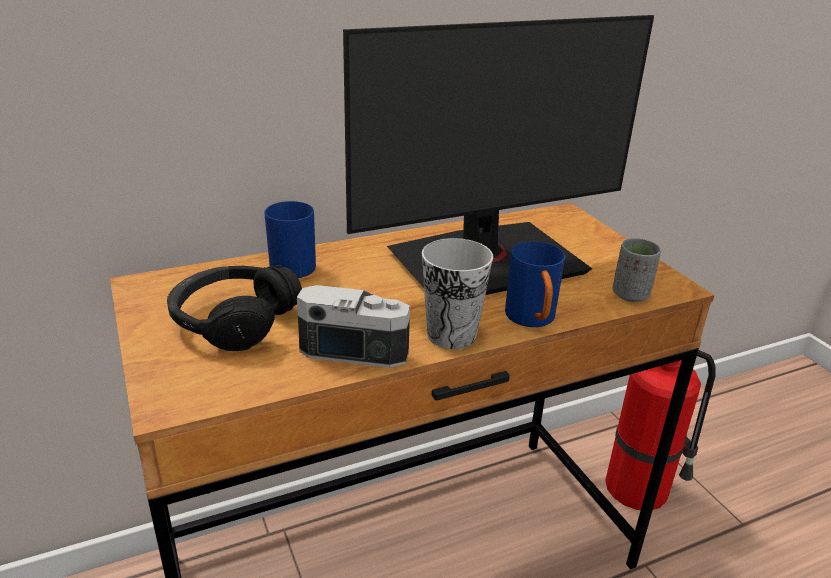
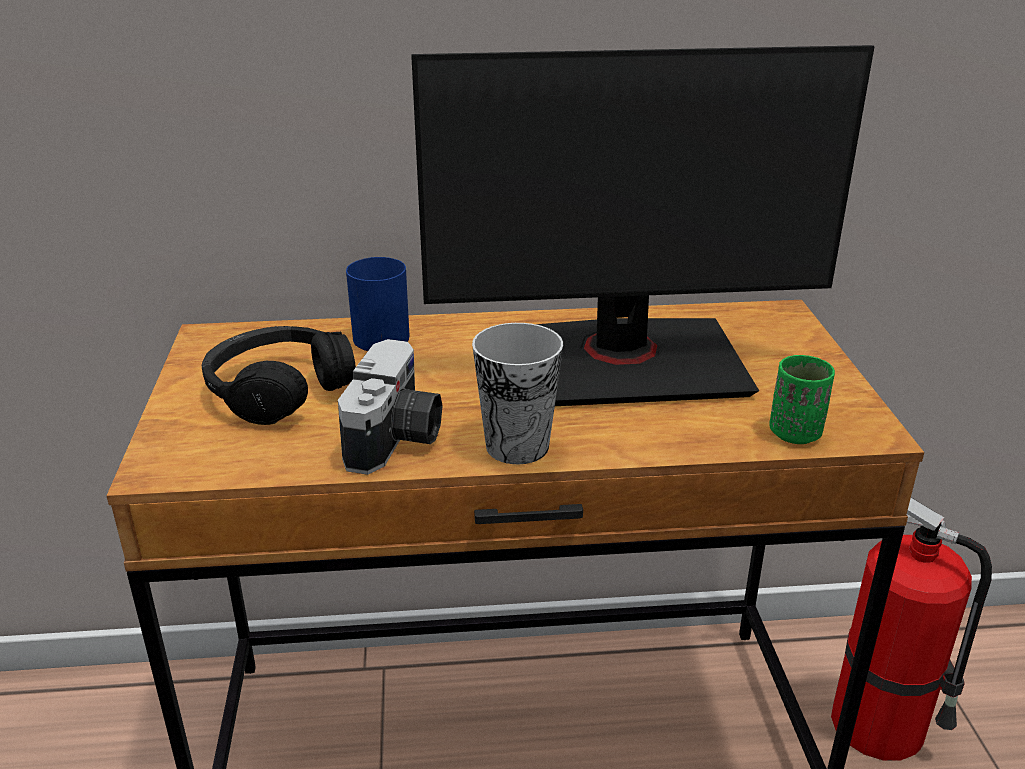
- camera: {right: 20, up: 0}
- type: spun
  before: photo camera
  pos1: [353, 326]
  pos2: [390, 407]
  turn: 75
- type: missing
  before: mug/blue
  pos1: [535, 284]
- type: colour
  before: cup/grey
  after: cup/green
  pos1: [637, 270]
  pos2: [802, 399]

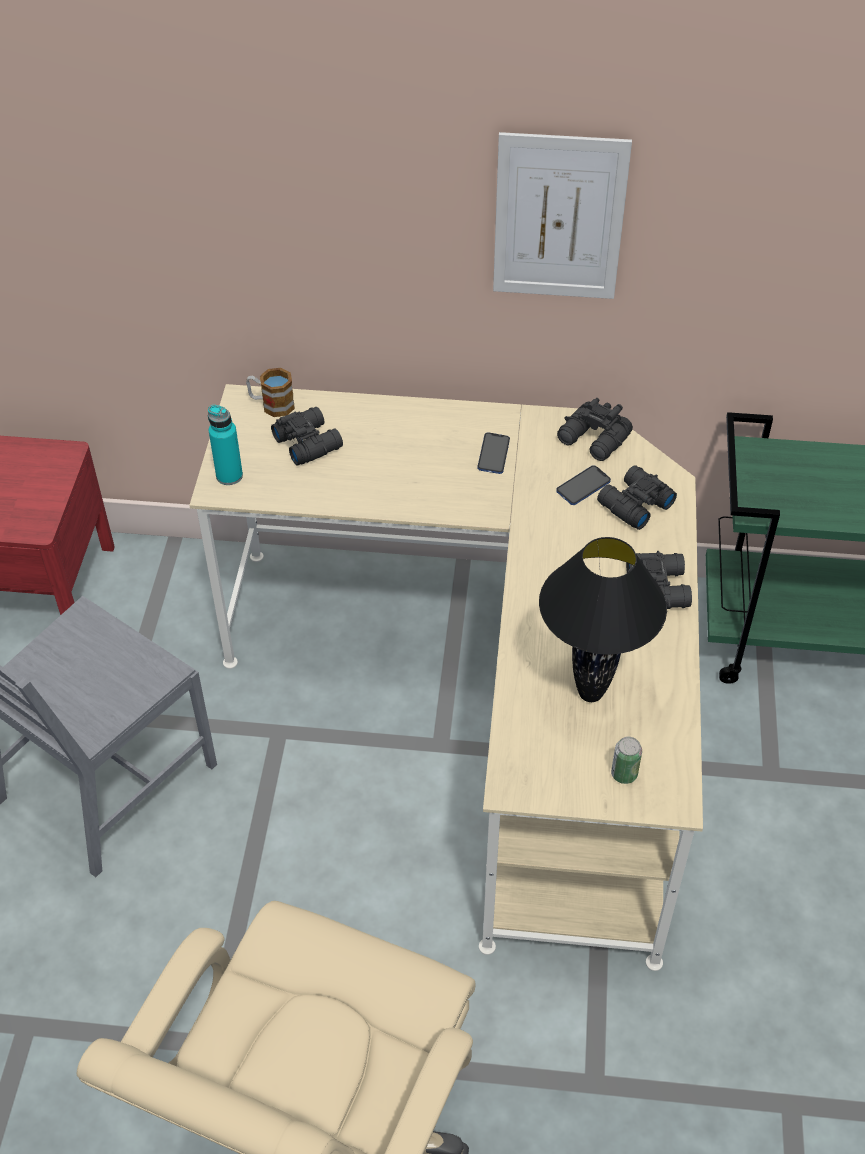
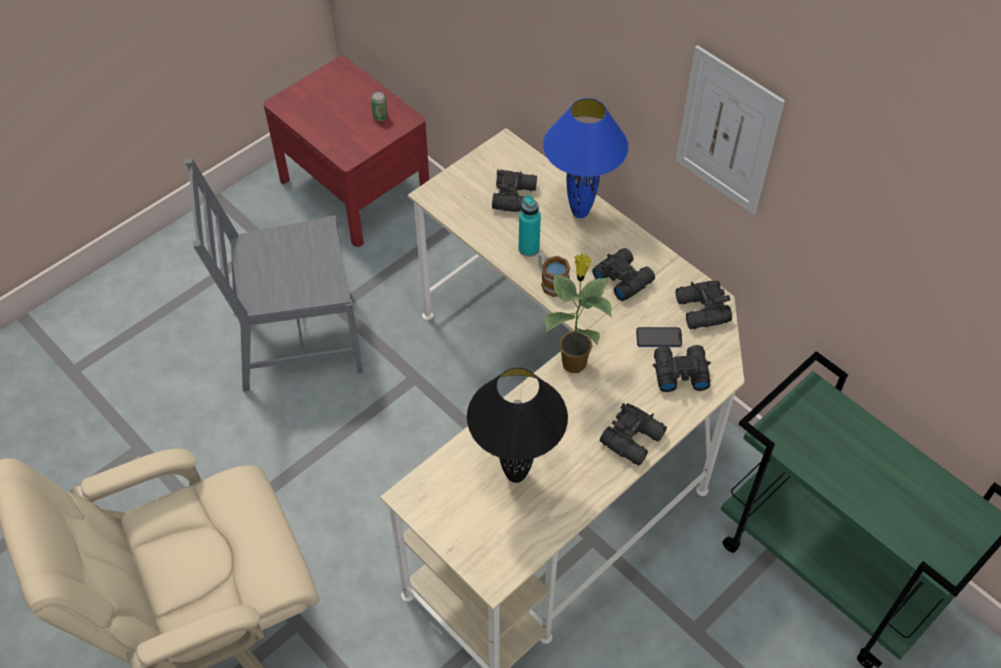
- camera: {right: 40, up: 5}
- type: relocated
  before: bottle/turquoise
  pos1: [225, 445]
  pos2: [529, 226]
- type: relocated
  before: mug
  pos1: [270, 392]
  pos2: [554, 275]
- type: exchanged
  before: phone
  after: binoculars/black
  pos1: [493, 453]
  pos2: [623, 274]
- type: relocated
  before: can
  pos1: [626, 760]
  pos2: [379, 106]
- type: appeared
  after: table lamp/blue
  pos2: [585, 158]
- type: appeared
  after: potted plant
  pos2: [578, 313]

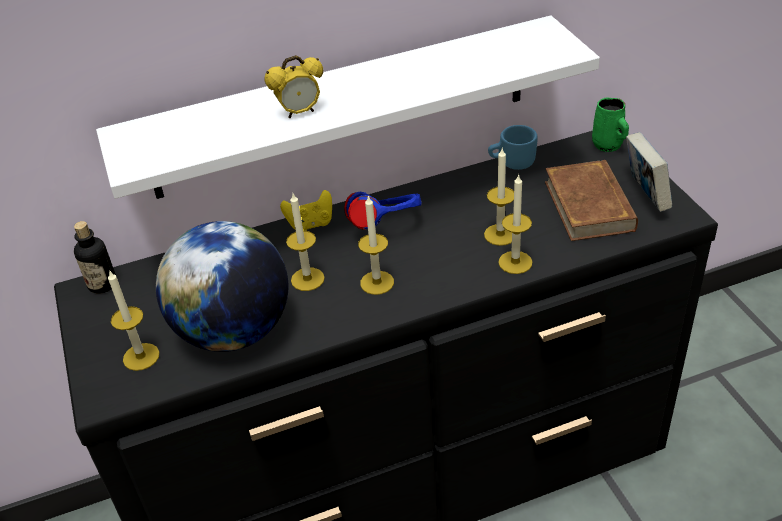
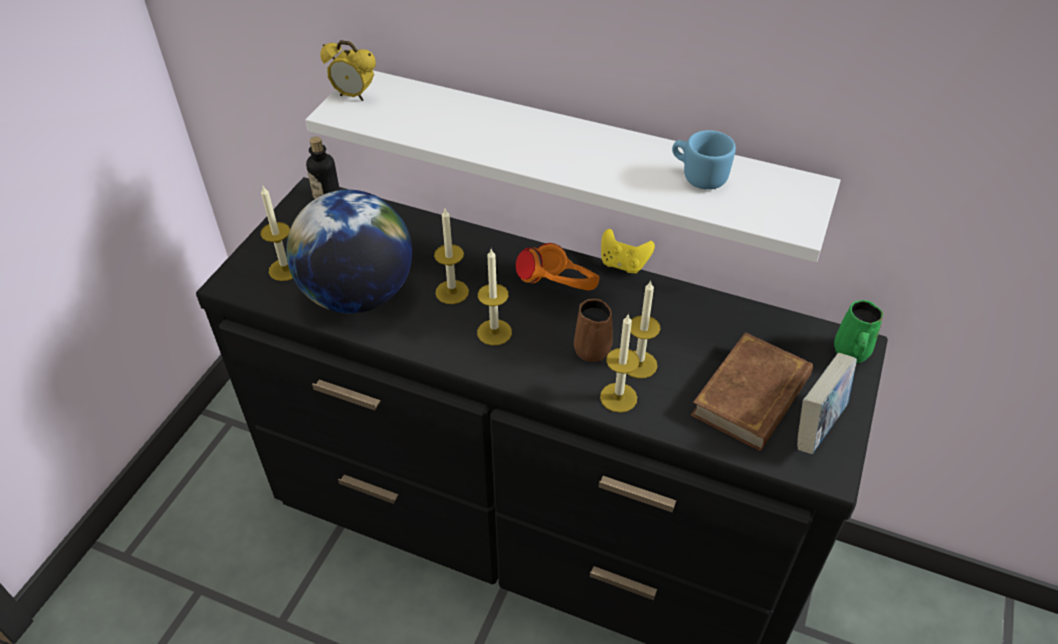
- camera: {right: 40, up: 5}
- type: relocated
  before: alarm clock
  pos1: [293, 86]
  pos2: [348, 70]
- type: relocated
  before: game controller/yellow
  pos1: [306, 210]
  pos2: [628, 251]
- type: colour
  before: headphones/blue
  after: headphones/orange
  pos1: [383, 211]
  pos2: [558, 267]
- type: relocated
  before: mug/blue
  pos1: [513, 147]
  pos2: [704, 160]
- type: appeared
  after: mug/brown
  pos2: [593, 330]

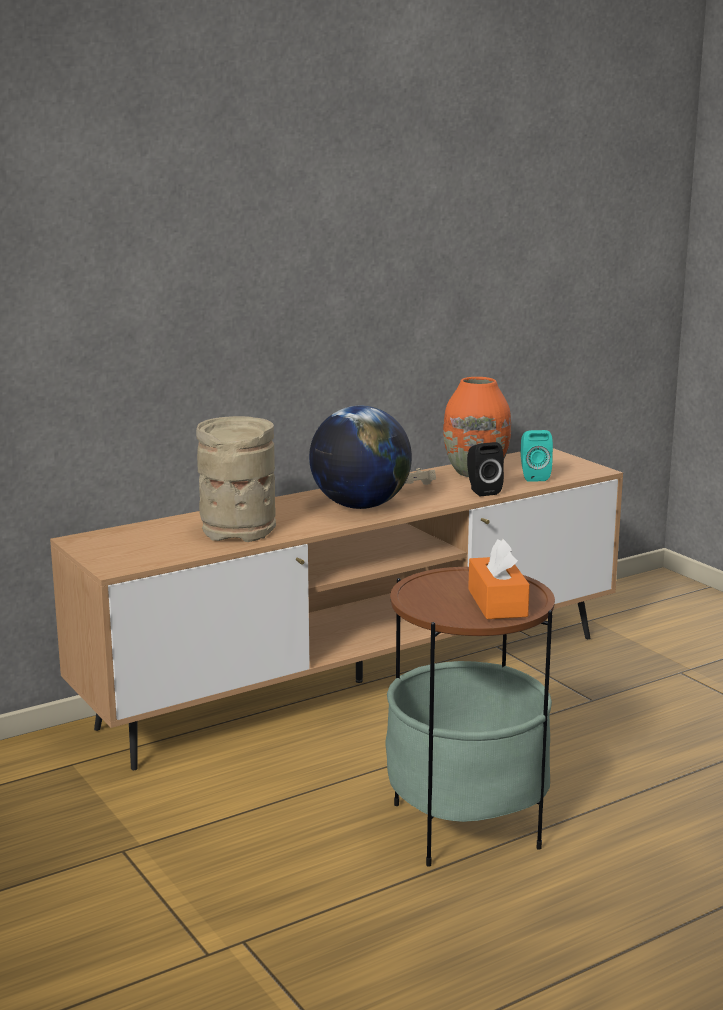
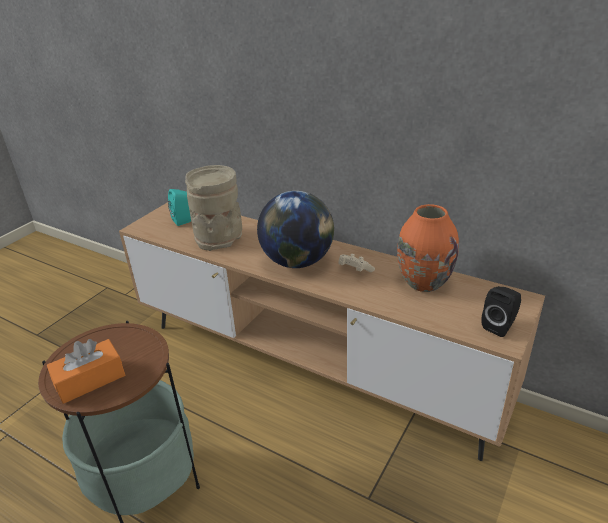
- camera: {right: 65, up: 15}
- type: relocated
  before: speaker/black
  pos1: [485, 469]
  pos2: [501, 311]
- type: relocated
  before: speaker/turquoise
  pos1: [537, 456]
  pos2: [179, 207]

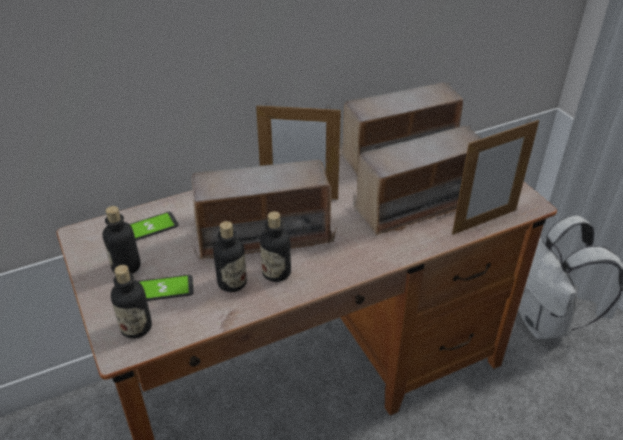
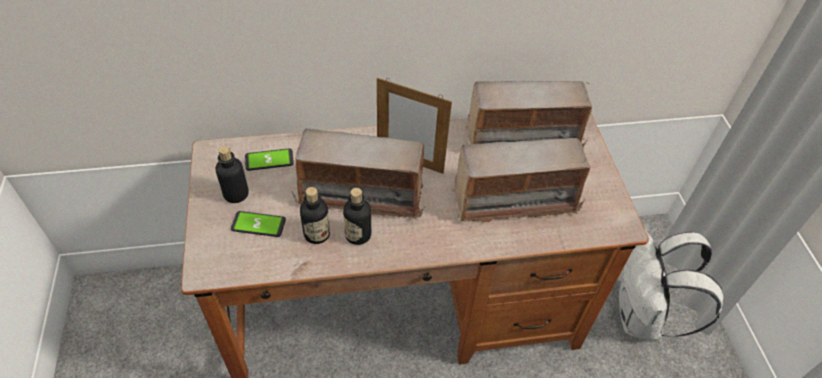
- camera: {right: 15, up: 10}
- type: missing
  before: bottle
  pos1: [131, 302]
- type: missing
  before: picture frame
  pos1: [495, 177]

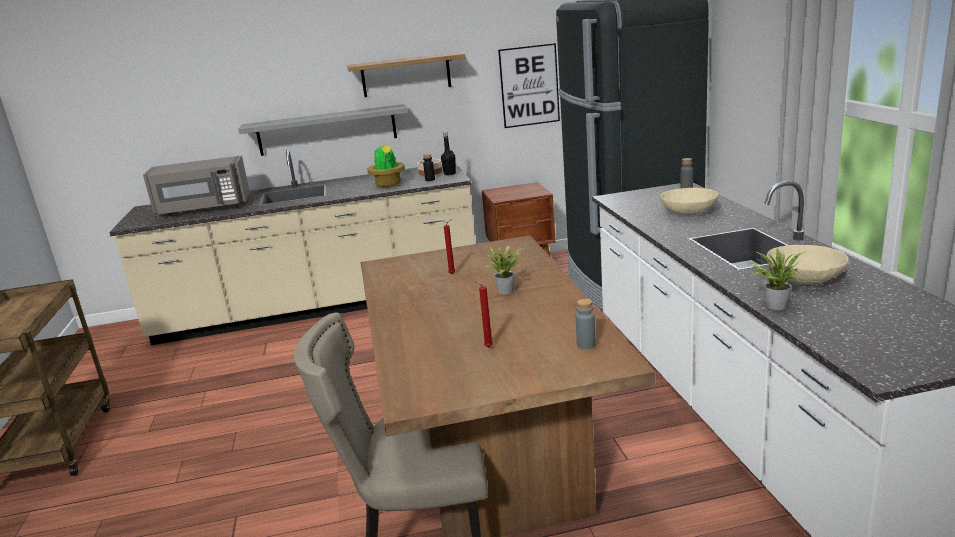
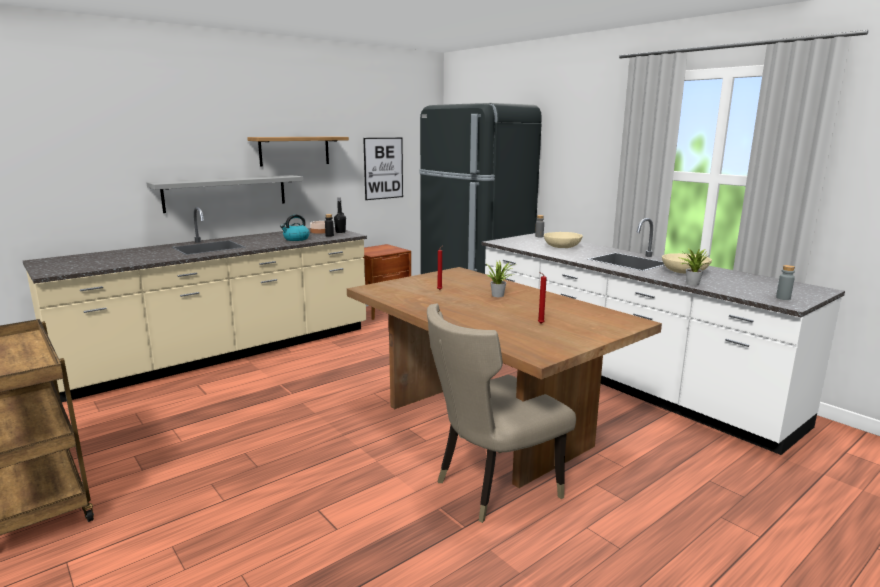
- camera: {right: -30, up: -5}
- type: missing
  before: microwave/grey
  pos1: [196, 185]
- type: exchanged
  before: potted plant
  after: kettle
  pos1: [386, 165]
  pos2: [295, 228]
- type: relocated
  before: bottle/grey
  pos1: [586, 324]
  pos2: [785, 282]

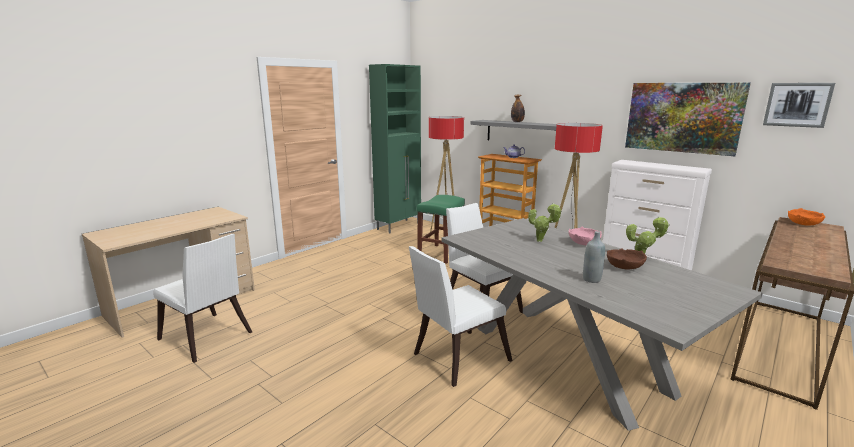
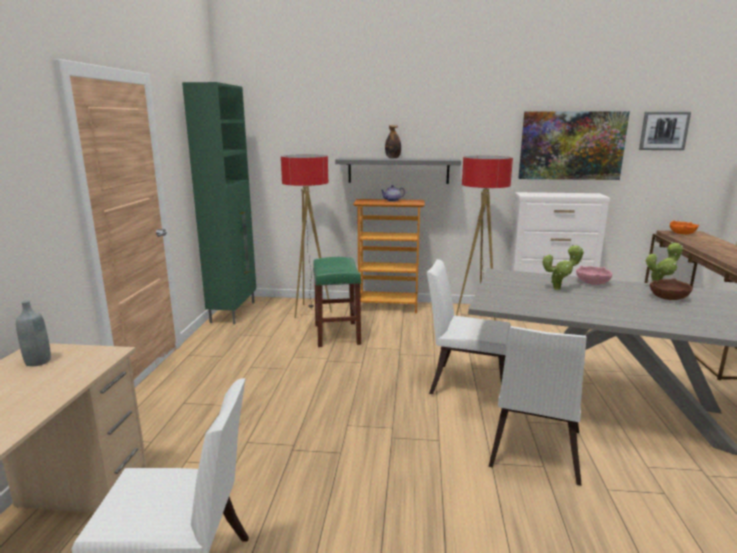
- camera: {right: -35, up: 0}
- type: relocated
  before: bottle/grey
  pos1: [594, 257]
  pos2: [33, 333]

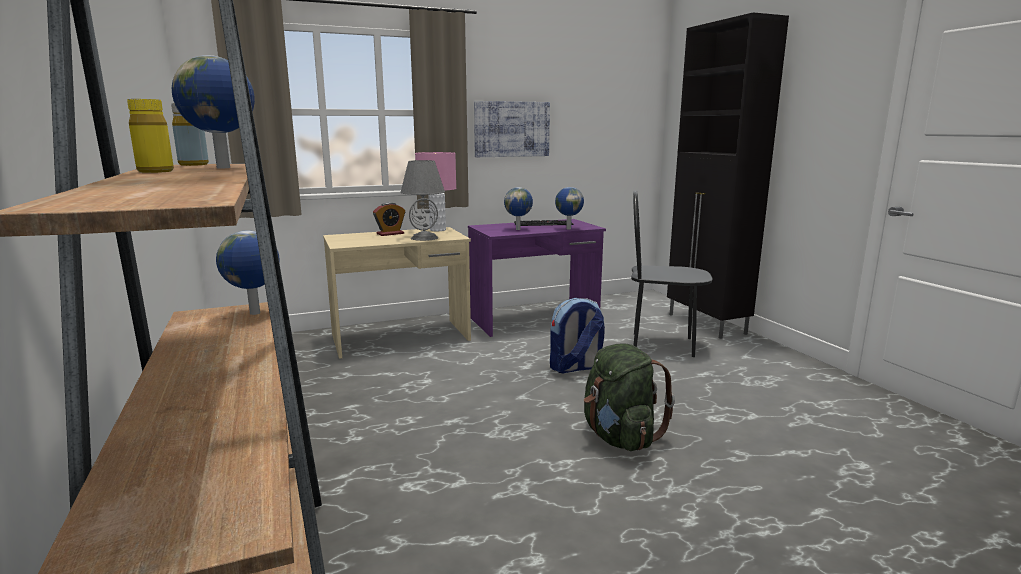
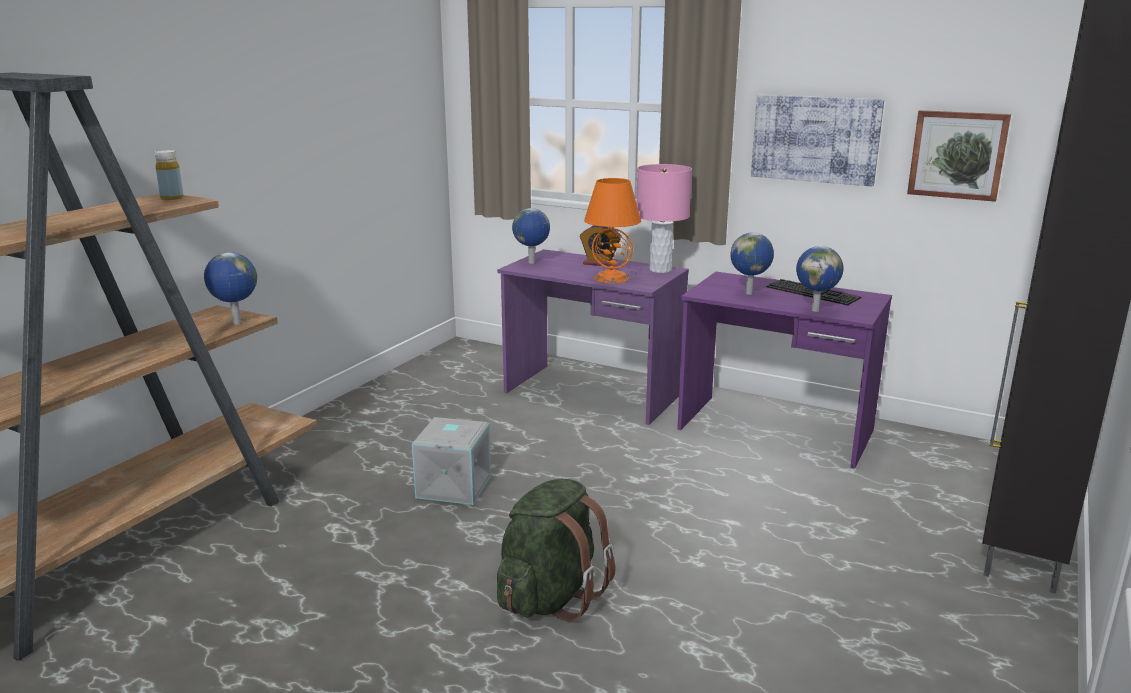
- camera: {right: 50, up: 5}
- type: missing
  before: bottle/yellow
  pos1: [150, 136]
- type: relocated
  before: globe
  pos1: [213, 112]
  pos2: [531, 236]
- type: colour
  before: desk/beige
  after: desk/purple
  pos1: [397, 293]
  pos2: [593, 337]
- type: colour
  before: table lamp/grey
  after: table lamp/orange
  pos1: [422, 200]
  pos2: [612, 230]
- type: missing
  before: backpack
  pos1: [577, 335]
- type: missing
  before: chair/black
  pos1: [671, 274]
- type: appeared
  after: storage box/grey
  pos2: [451, 461]
- type: appeared
  after: picture
  pos2: [959, 156]

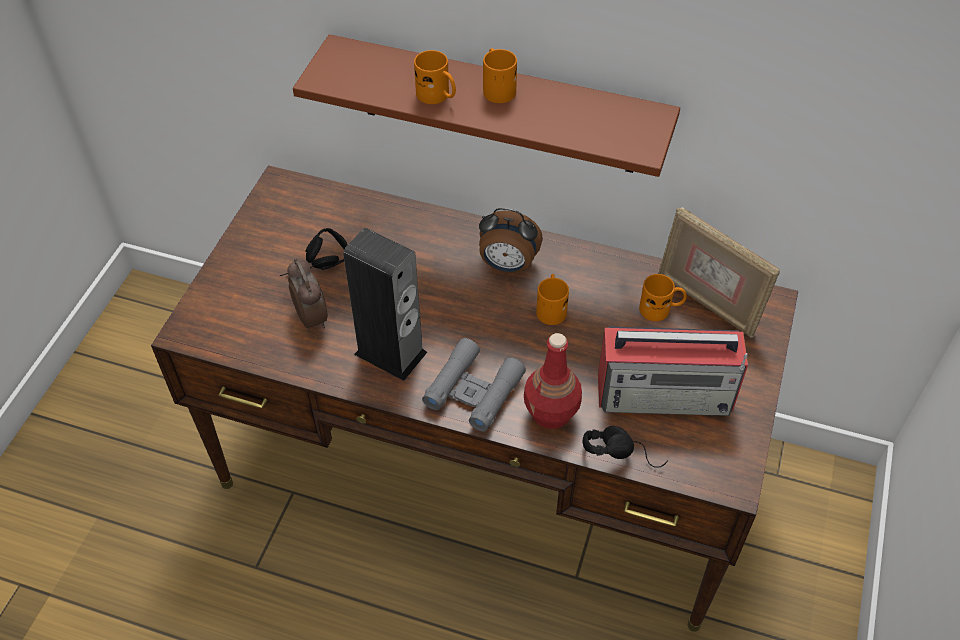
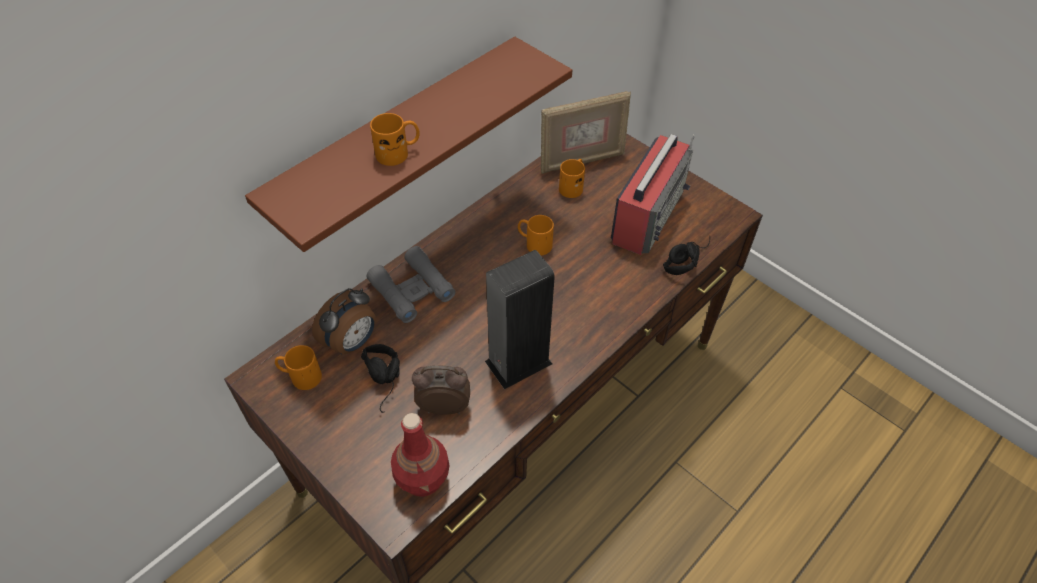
- camera: {right: -65, up: 0}
- type: relocated
  before: binoculars/grey
  pos1: [474, 385]
  pos2: [410, 284]
- type: relocated
  before: alarm clock
  pos1: [511, 240]
  pos2: [344, 321]
- type: relocated
  before: mug/orange
  pos1: [500, 75]
  pos2: [298, 367]
- type: relocated
  before: bottle/red
  pos1: [553, 381]
  pos2: [420, 455]

